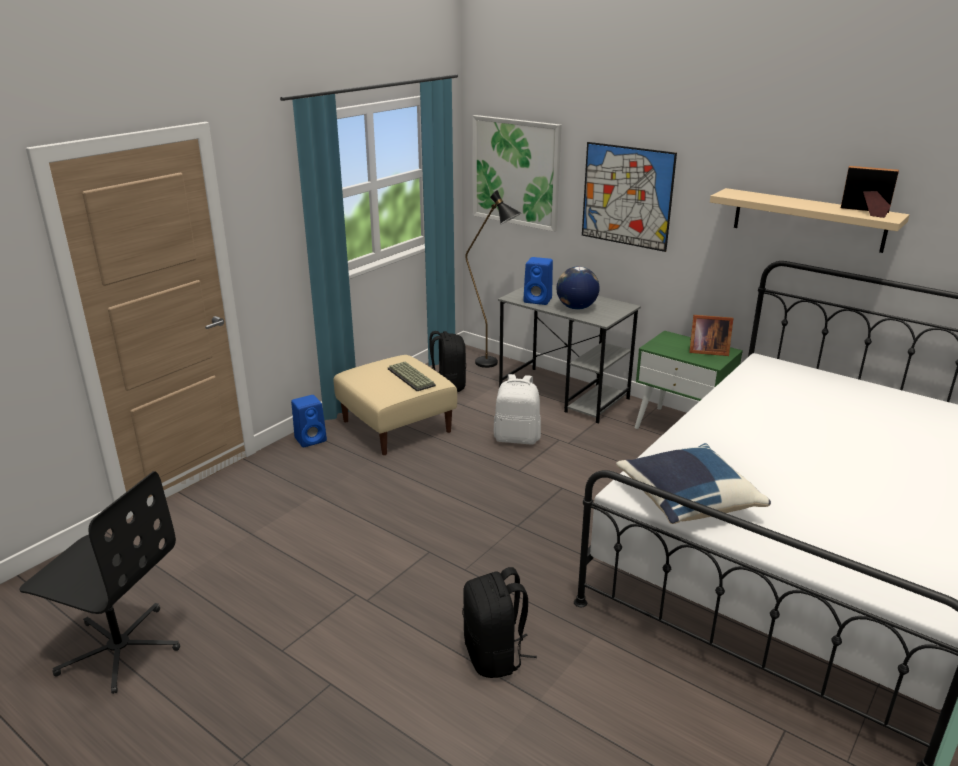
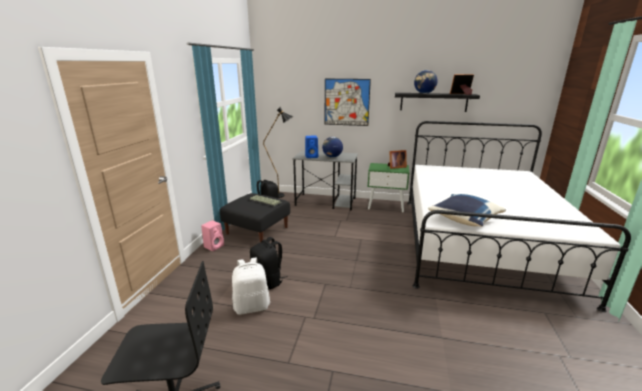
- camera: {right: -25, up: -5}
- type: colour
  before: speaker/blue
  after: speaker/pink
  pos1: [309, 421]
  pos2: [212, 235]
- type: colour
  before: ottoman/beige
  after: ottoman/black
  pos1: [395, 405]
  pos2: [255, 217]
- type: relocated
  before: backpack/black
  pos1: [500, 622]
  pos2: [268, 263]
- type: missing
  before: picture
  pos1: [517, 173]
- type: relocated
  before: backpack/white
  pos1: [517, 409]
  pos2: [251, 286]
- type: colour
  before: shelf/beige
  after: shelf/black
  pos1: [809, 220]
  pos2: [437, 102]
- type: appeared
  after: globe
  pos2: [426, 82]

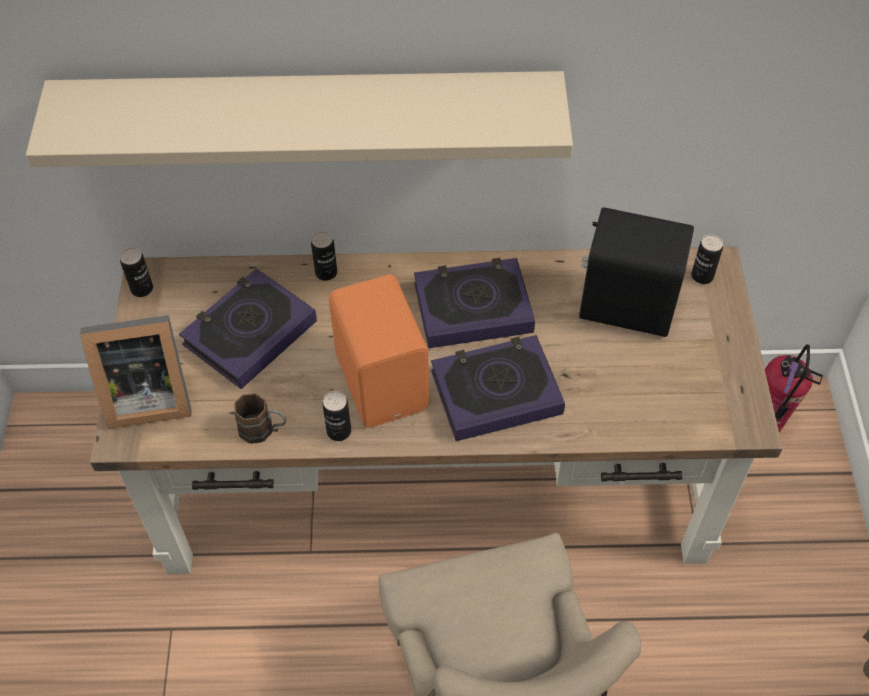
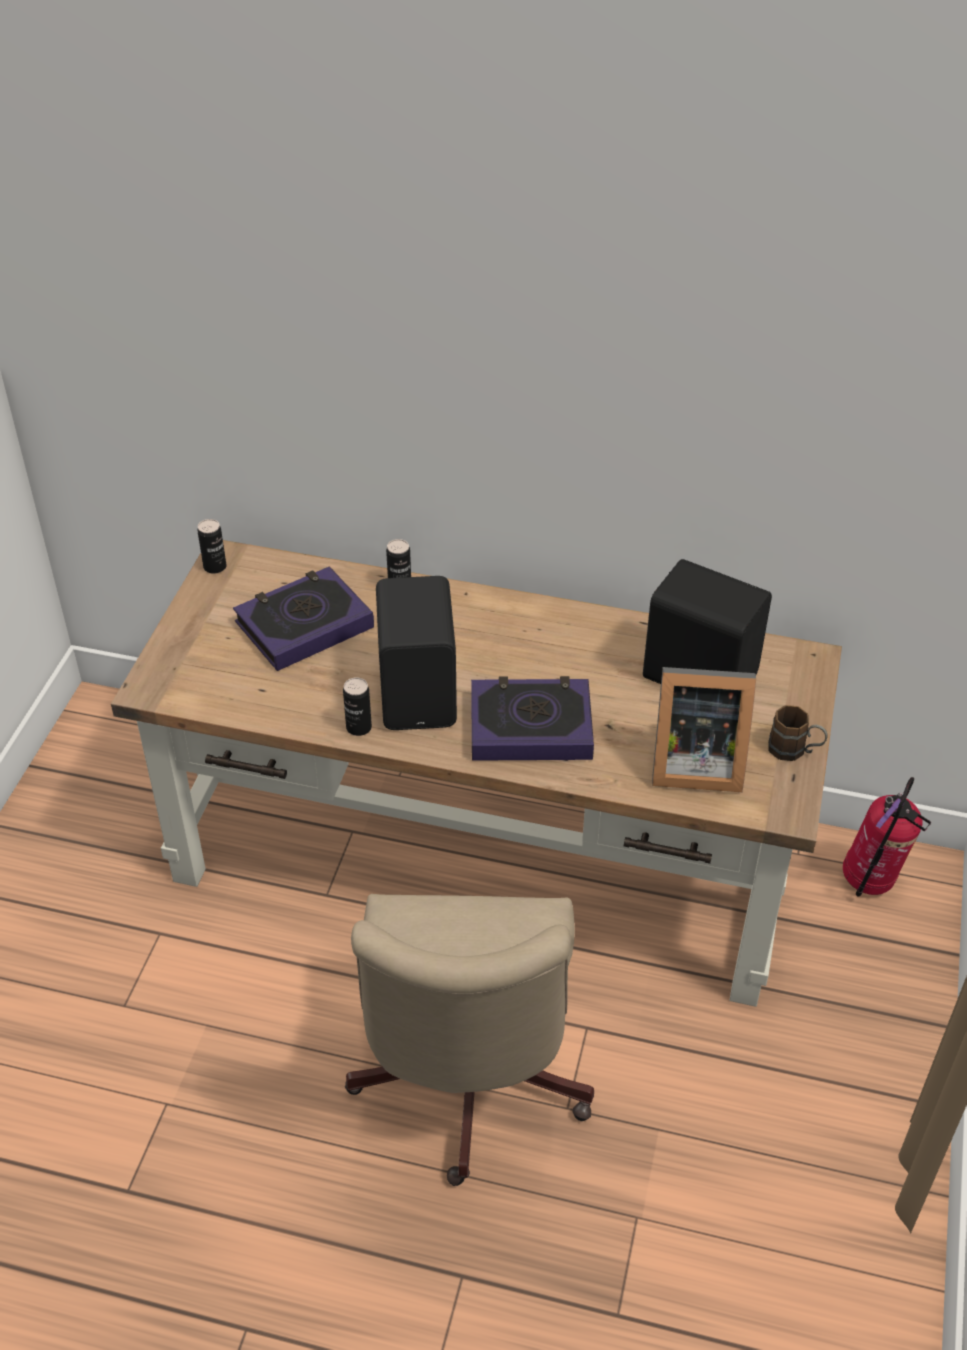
- camera: {right: 15, up: -10}
- type: missing
  before: shelf/beige
  pos1: [299, 119]
- type: relocated
  before: picture frame
  pos1: [135, 372]
  pos2: [704, 729]
- type: relocated
  before: mug/brown
  pos1: [260, 418]
  pos2: [797, 733]
- type: colour
  before: speaker/orange
  after: speaker/black
  pos1: [379, 351]
  pos2: [416, 653]
- type: missing
  before: book
  pos1: [474, 303]
- type: missing
  before: can
  pos1: [707, 259]

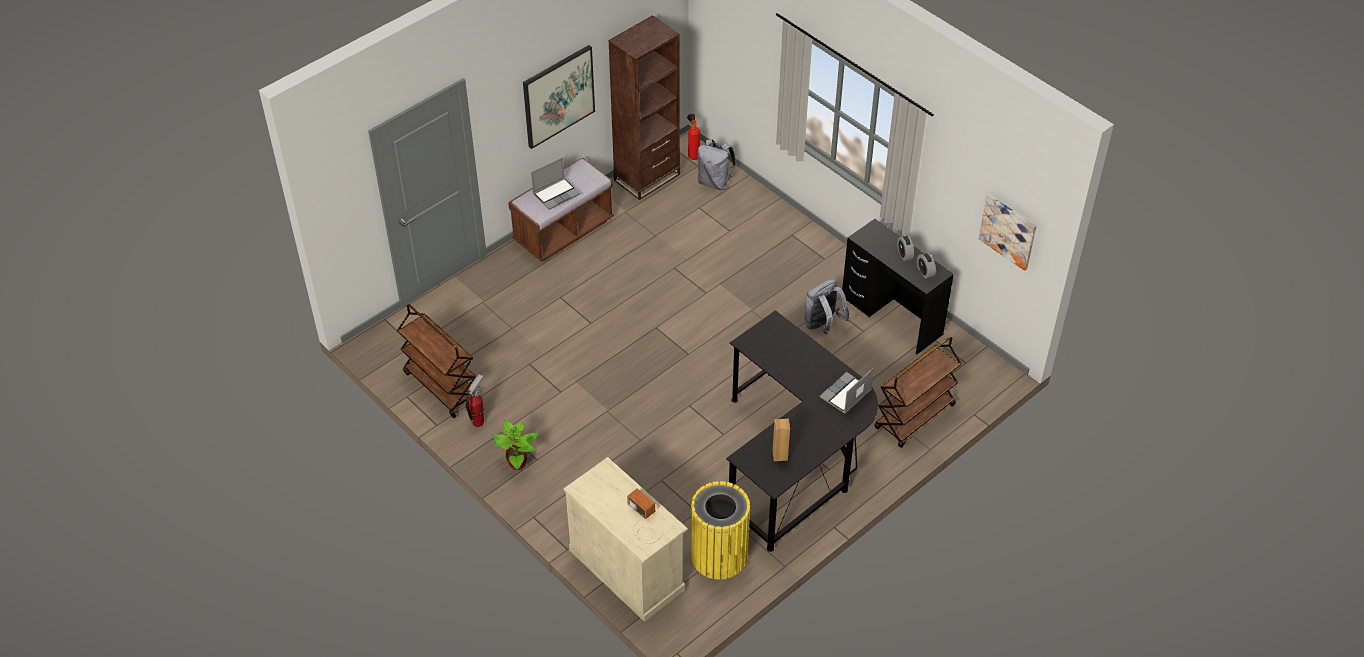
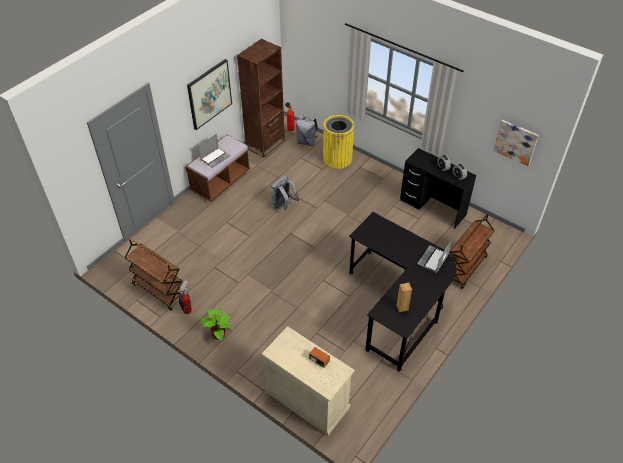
- camera: {right: -10, up: 0}
- type: relocated
  before: trash can/yellow
  pos1: [721, 530]
  pos2: [338, 142]
- type: relocated
  before: backpack/grey
  pos1: [827, 306]
  pos2: [285, 193]

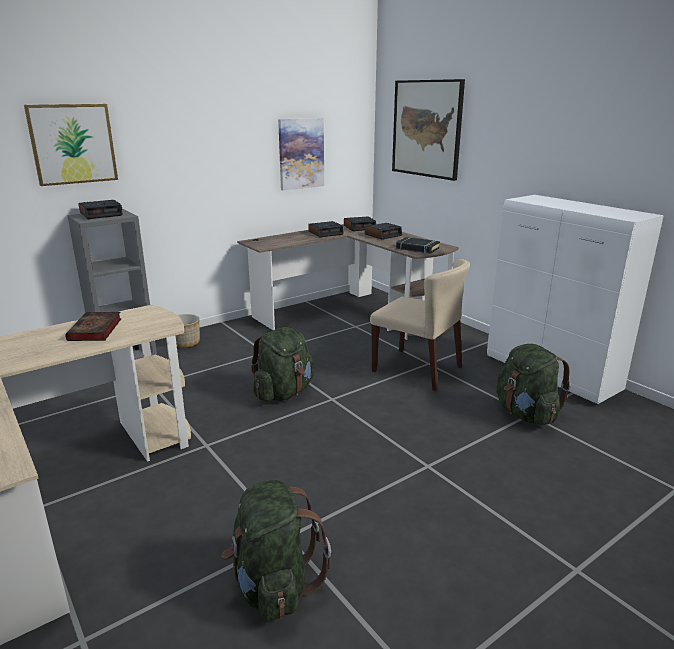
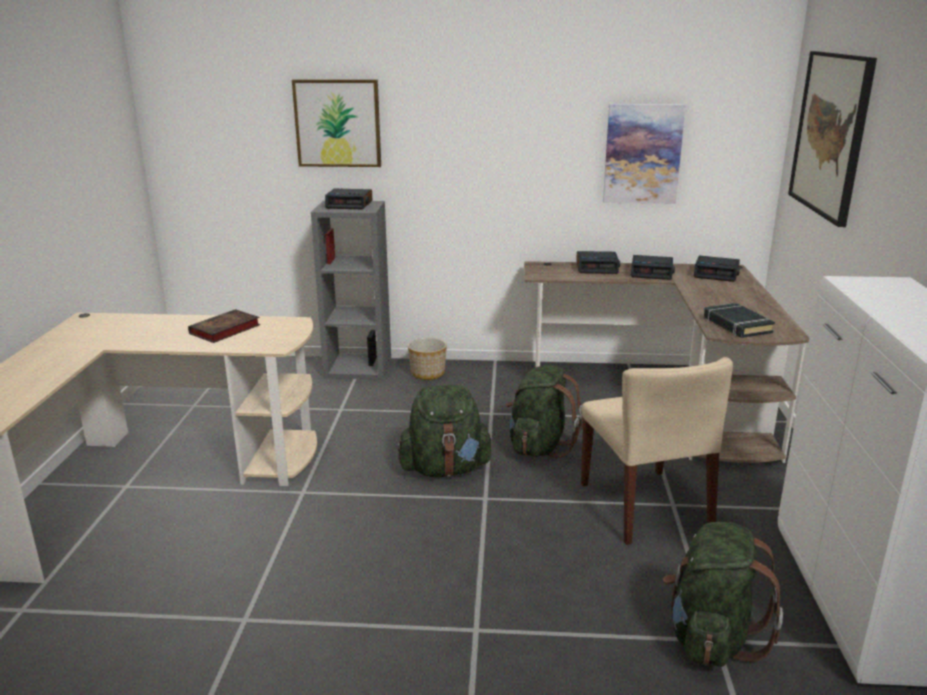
- camera: {right: 40, up: 0}
- type: relocated
  before: backpack/green
  pos1: [276, 550]
  pos2: [544, 411]
- type: relocated
  before: alarm clock
  pos1: [383, 231]
  pos2: [598, 262]

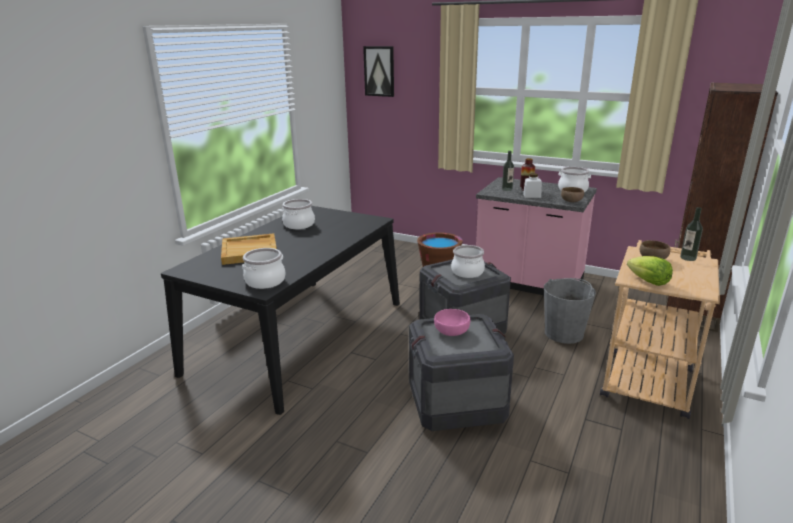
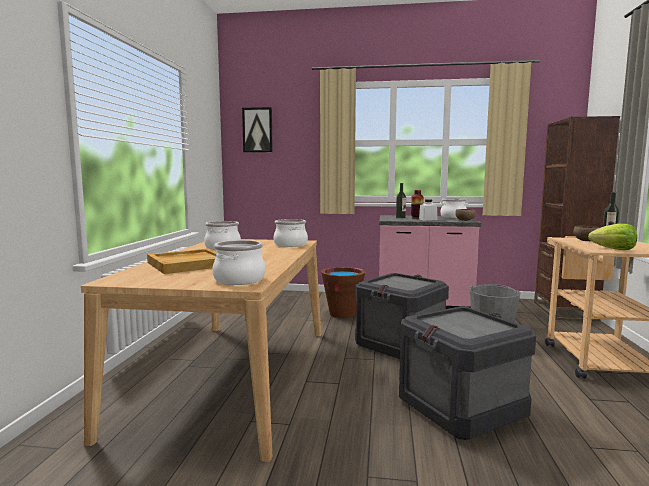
- camera: {right: -20, up: -15}
- type: colour
  before: dining table/black
  after: dining table/beige
  pos1: [280, 310]
  pos2: [201, 350]
- type: missing
  before: bowl/pink
  pos1: [452, 322]
- type: relocated
  before: cooking pot
  pos1: [468, 261]
  pos2: [291, 233]

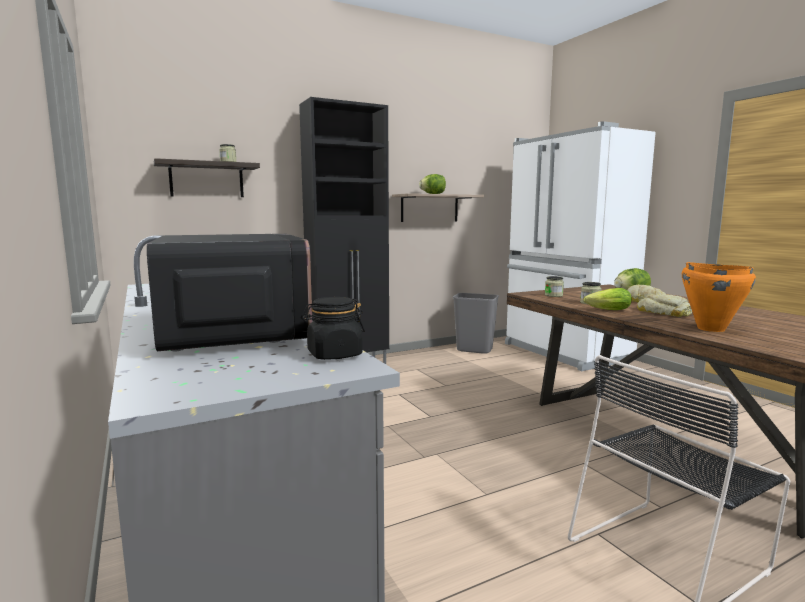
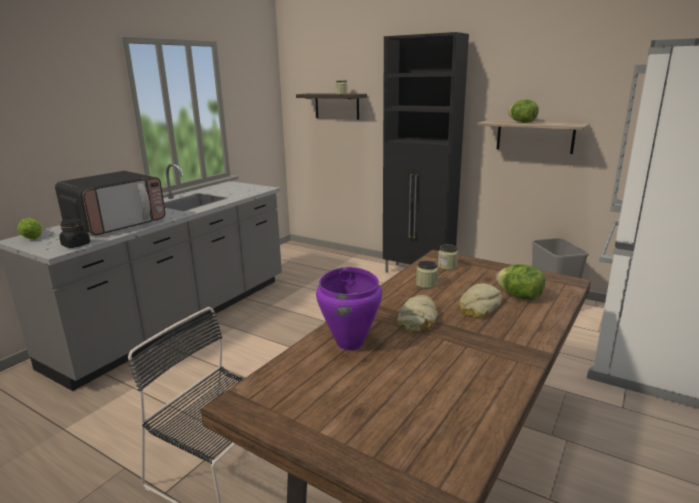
- camera: {right: 60, up: 10}
- type: relocated
  before: lettuce
  pos1: [608, 299]
  pos2: [30, 228]
- type: colour
  before: cooking pot/orange
  after: cooking pot/purple
  pos1: [719, 297]
  pos2: [349, 308]

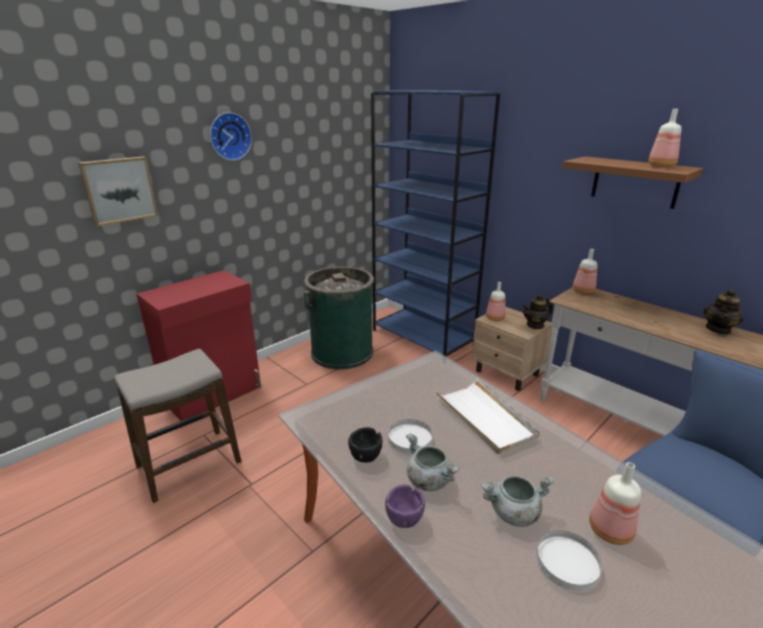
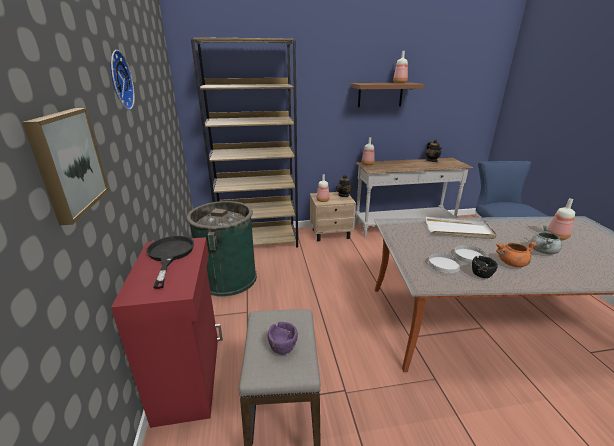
- camera: {right: -55, up: 0}
- type: colour
  before: bookcase/blue
  after: bookcase/brown
  pos1: [435, 223]
  pos2: [244, 142]
- type: relocated
  before: bowl/purple
  pos1: [405, 506]
  pos2: [283, 338]
- type: colour
  before: cooking pot/grey
  after: cooking pot/orange
  pos1: [433, 462]
  pos2: [516, 254]
- type: relocated
  before: plate/white
  pos1: [569, 561]
  pos2: [444, 263]
- type: appeared
  after: frying pan/black
  pos2: [170, 262]

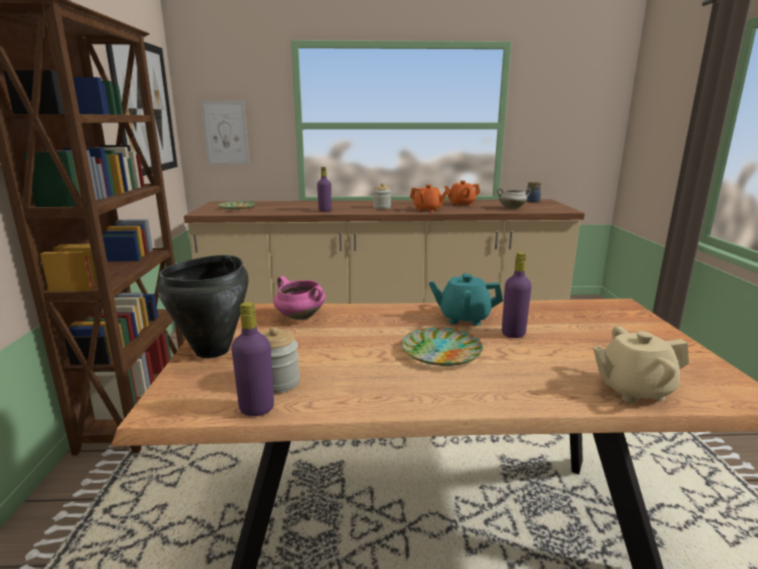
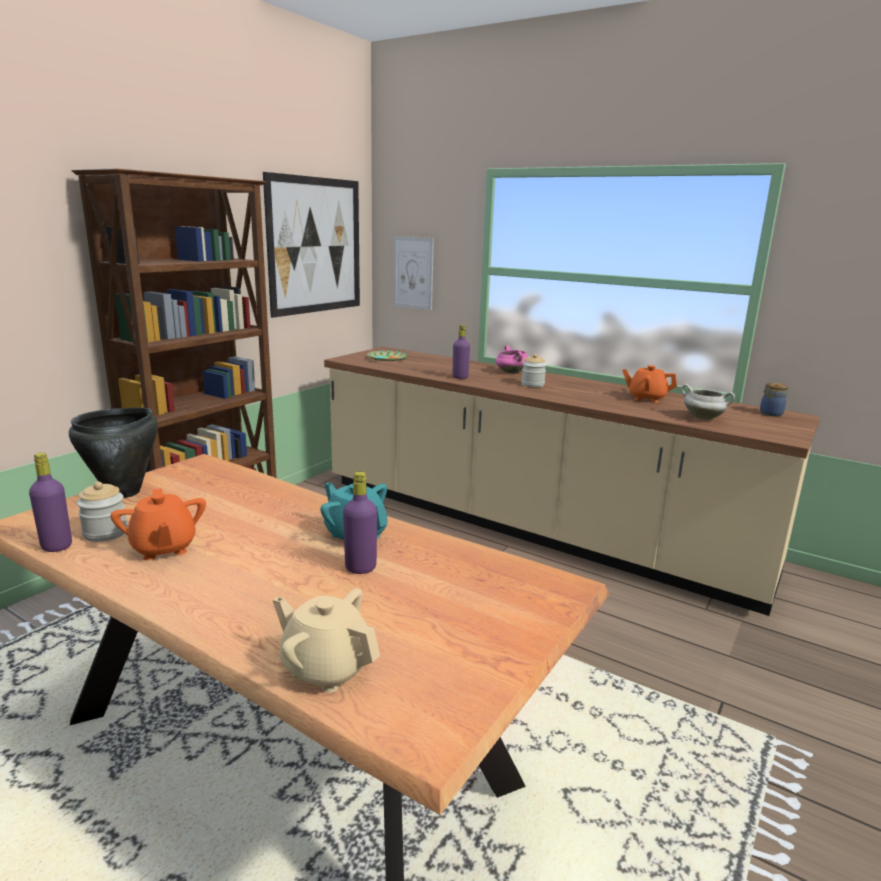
- camera: {right: 35, up: 0}
- type: relocated
  before: cooking pot/pink
  pos1: [300, 298]
  pos2: [511, 360]
- type: missing
  before: plate
  pos1: [442, 346]
- type: relocated
  before: teapot/orange
  pos1: [429, 198]
  pos2: [158, 524]

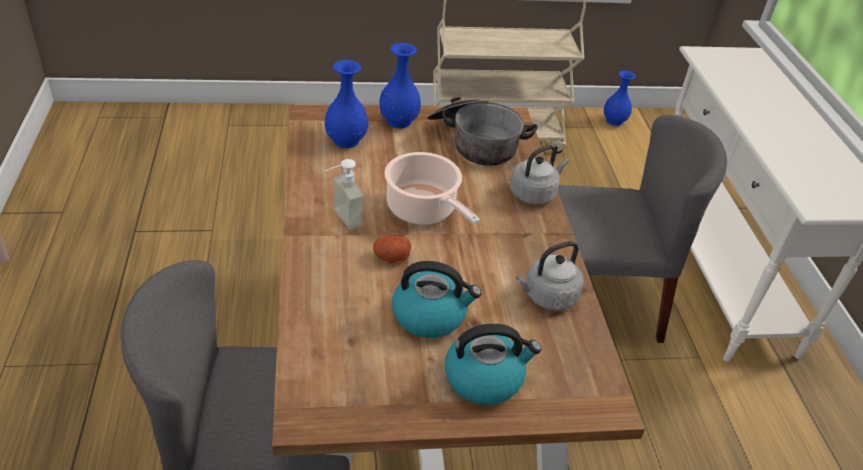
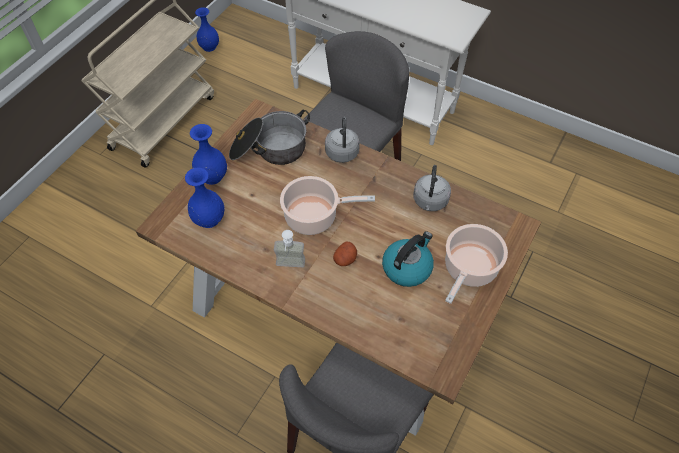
- camera: {right: -50, up: 15}
- type: exchanged
  before: kettle
  after: cooking pot
  pos1: [493, 364]
  pos2: [476, 264]

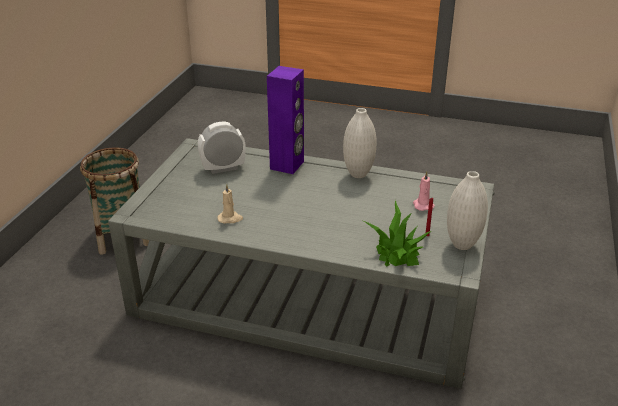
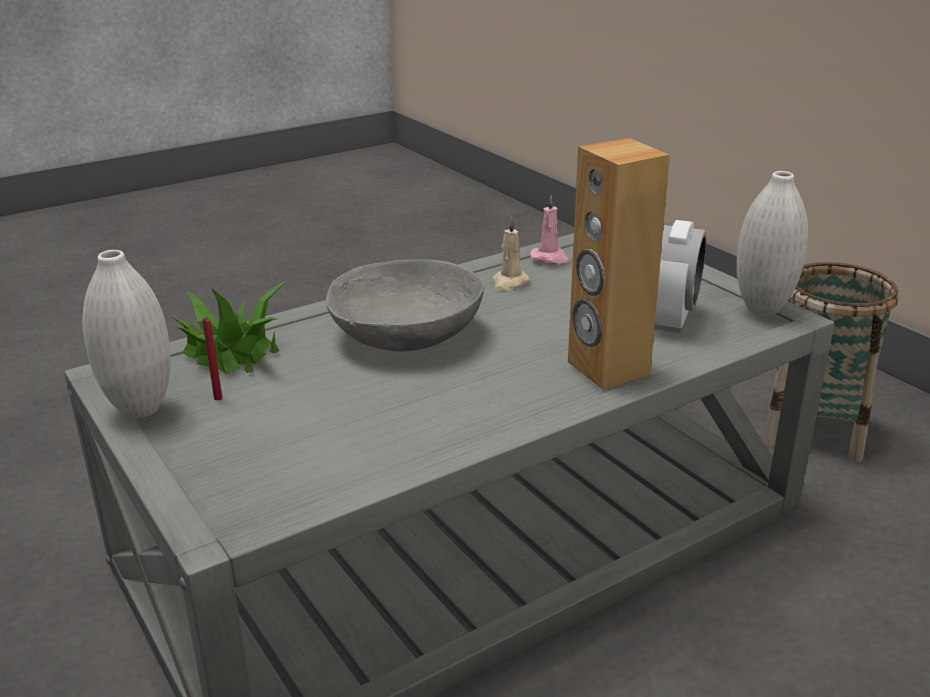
- camera: {right: 130, up: -5}
- type: colour
  before: speaker/purple
  after: speaker/brown
  pos1: [285, 120]
  pos2: [619, 263]
- type: relocated
  before: vase/white
  pos1: [359, 143]
  pos2: [772, 243]
- type: relocated
  before: candle/pink
  pos1: [424, 191]
  pos2: [549, 229]
- type: appeared
  after: bowl/grey
  pos2: [405, 305]

